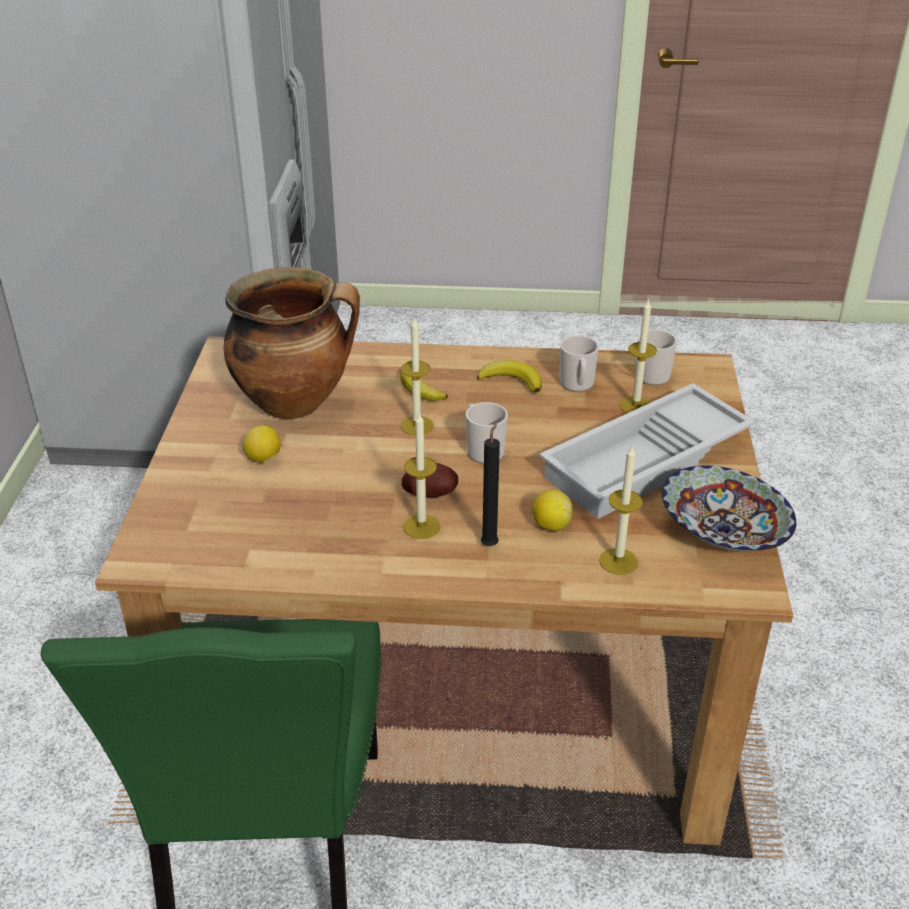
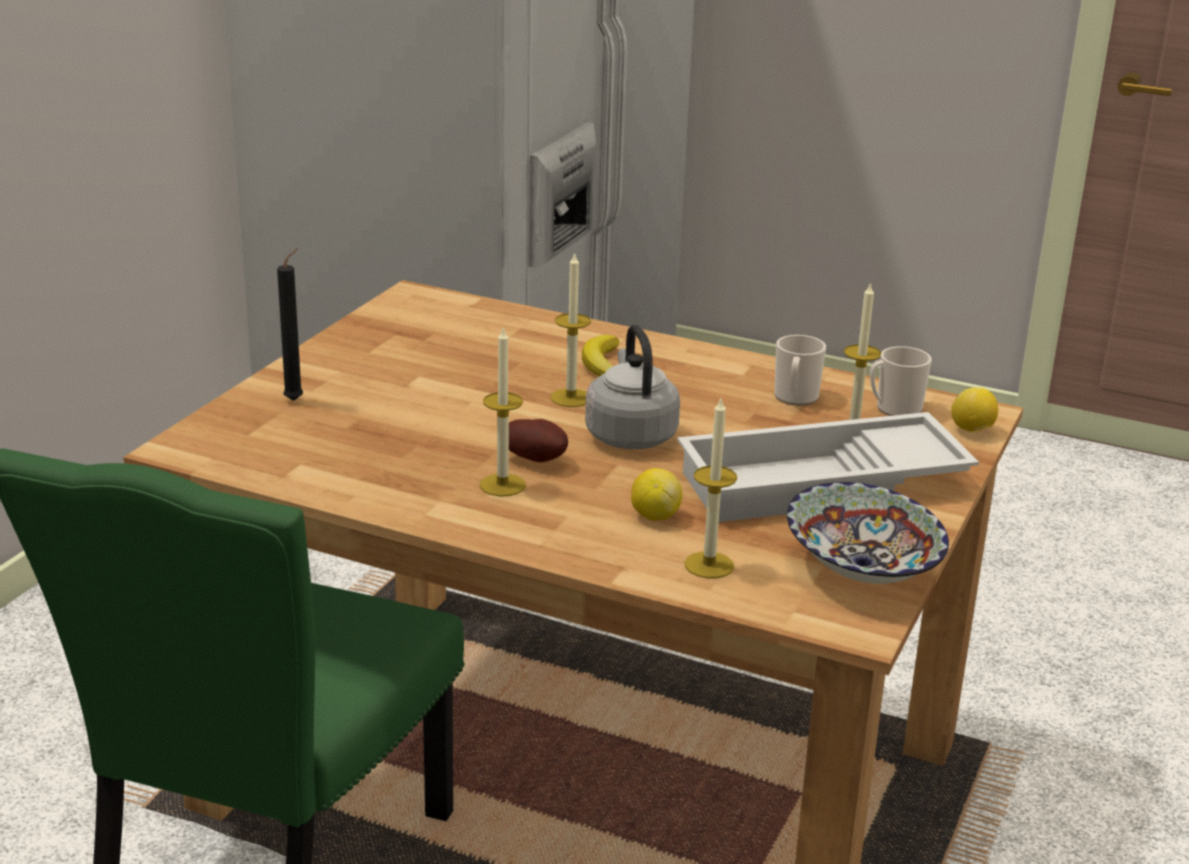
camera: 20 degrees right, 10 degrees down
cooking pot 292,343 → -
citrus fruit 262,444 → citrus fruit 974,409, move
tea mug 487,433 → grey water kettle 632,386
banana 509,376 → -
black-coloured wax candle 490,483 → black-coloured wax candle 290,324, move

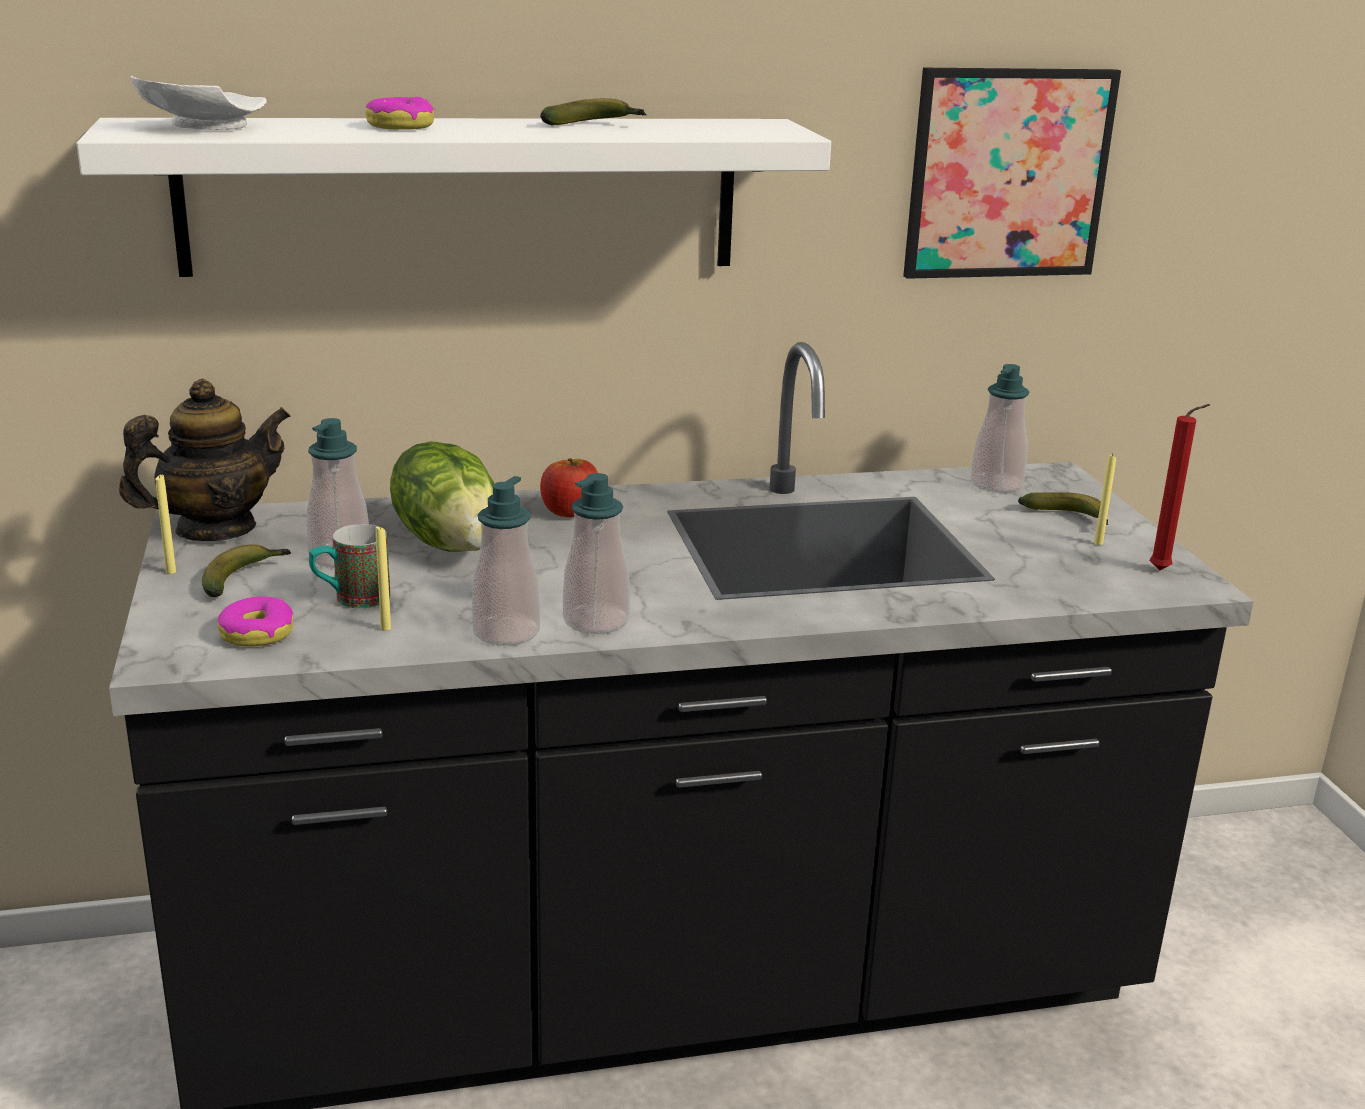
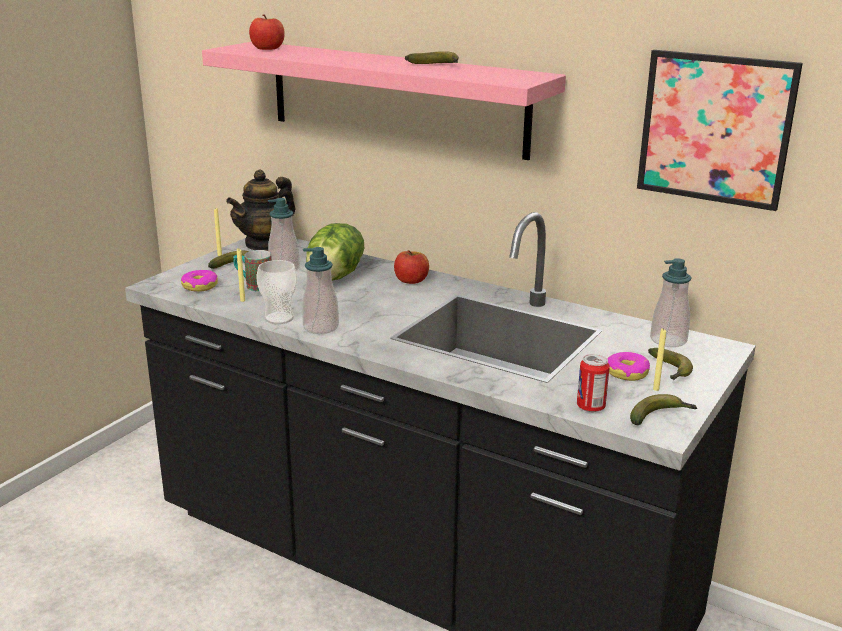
camera: 45 degrees right, 0 degrees up
whitish bracket shelf 453,197 → pink-coloured bracket shelf 384,101
pot for tea 205,460 → pot for tea 261,210, 120 degrees clockwise
whitish flat dish 198,103 → apple 267,32
ring doughnut 399,113 → ring doughnut 628,366, move
liquid soap bottle 506,561 → cup 276,292
reddish wax candle 1180,487 → banana 663,409
- → can 593,383

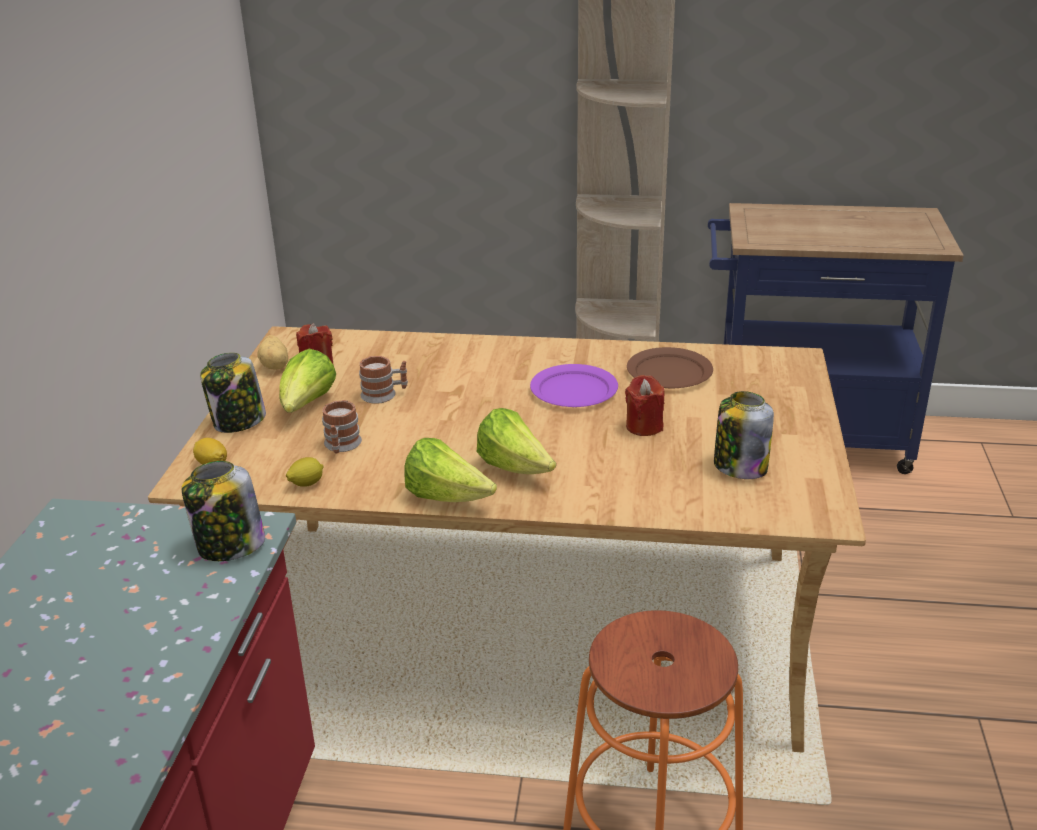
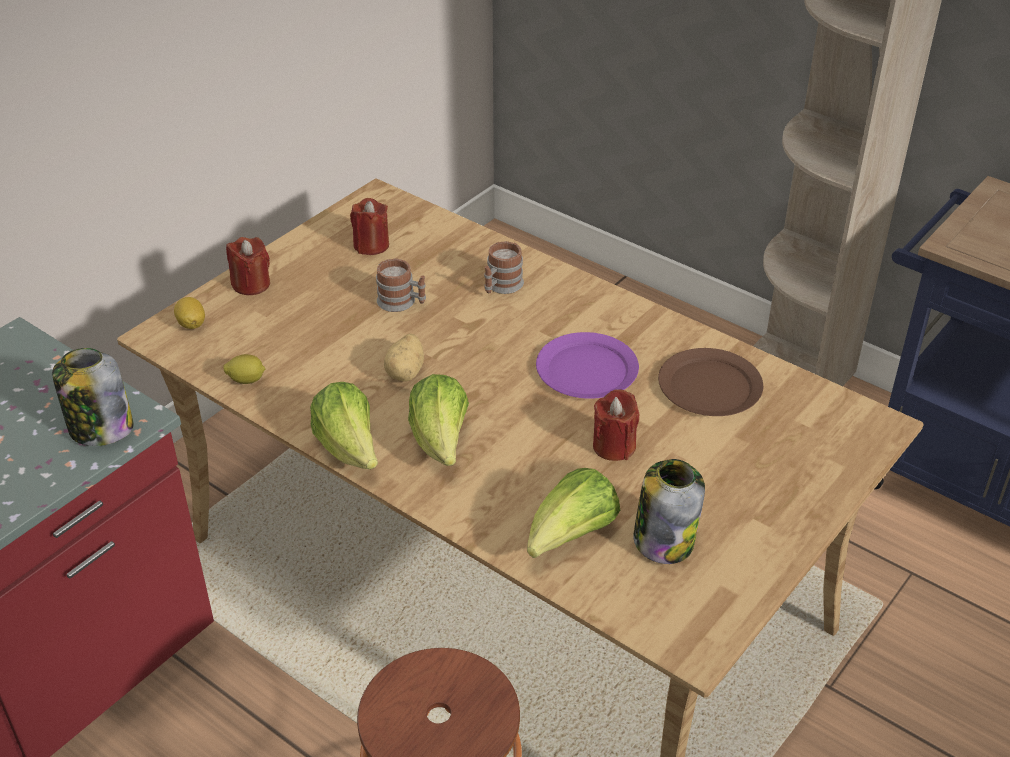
camera: 30 degrees right, 10 degrees up
storage jar 233,392 → reddish wax candle 248,266
whole potato 273,352 → whole potato 404,358, move
head of lettuce 307,381 → head of lettuce 573,513, move
tea mug 342,427 → tea mug 504,267, move

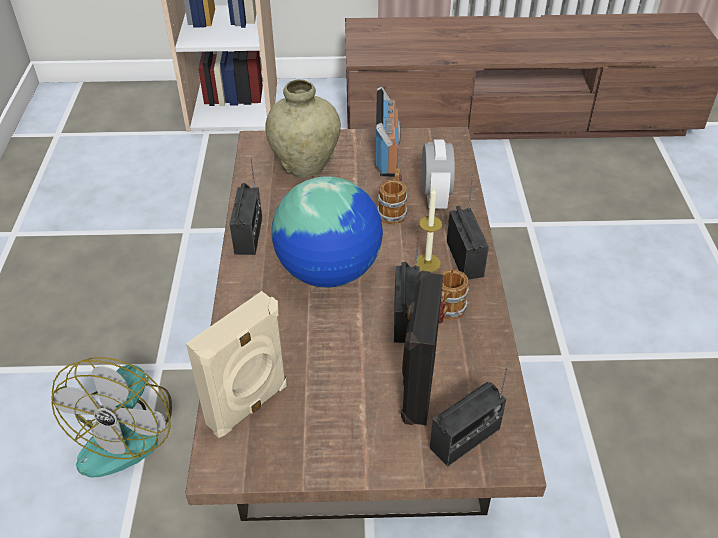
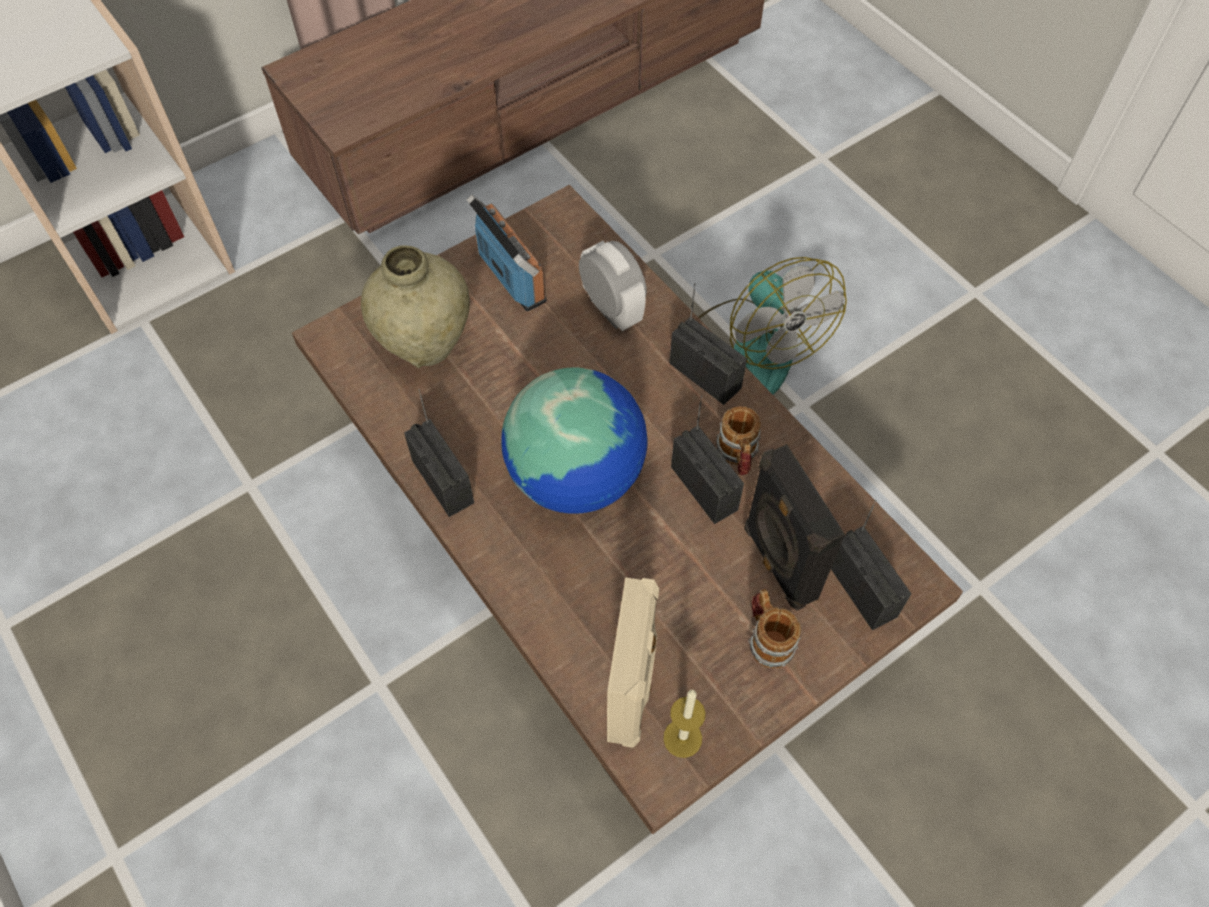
camera: 35 degrees left, 15 degrees up
cooling fan 111,417 → cooling fan 772,326, move
tea mug 392,196 → tea mug 774,629, move
wax candle 429,229 → wax candle 684,724, move
radio receiver 469,414 → radio receiver 871,565, 45 degrees counterclockwise

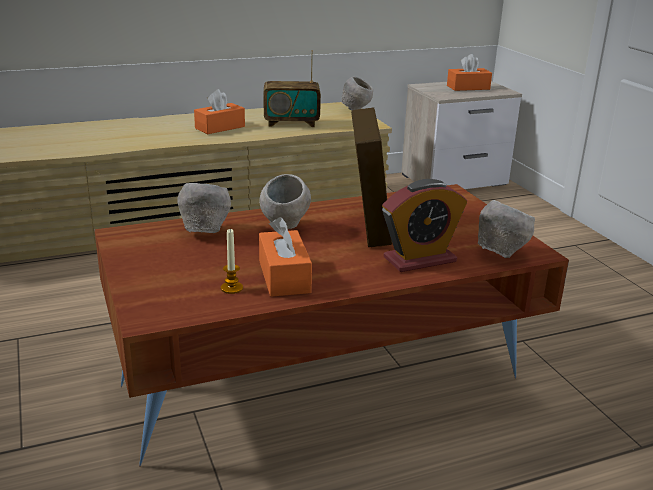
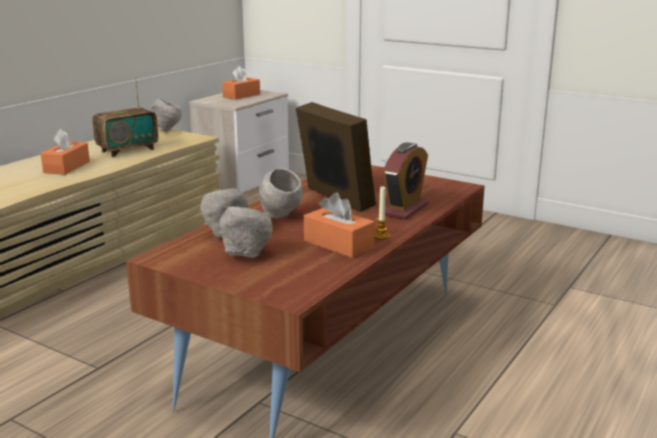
camera: 35 degrees left, 5 degrees down
wax candle 232,261 → wax candle 382,213, move
grey bowl 506,229 → grey bowl 246,232, move

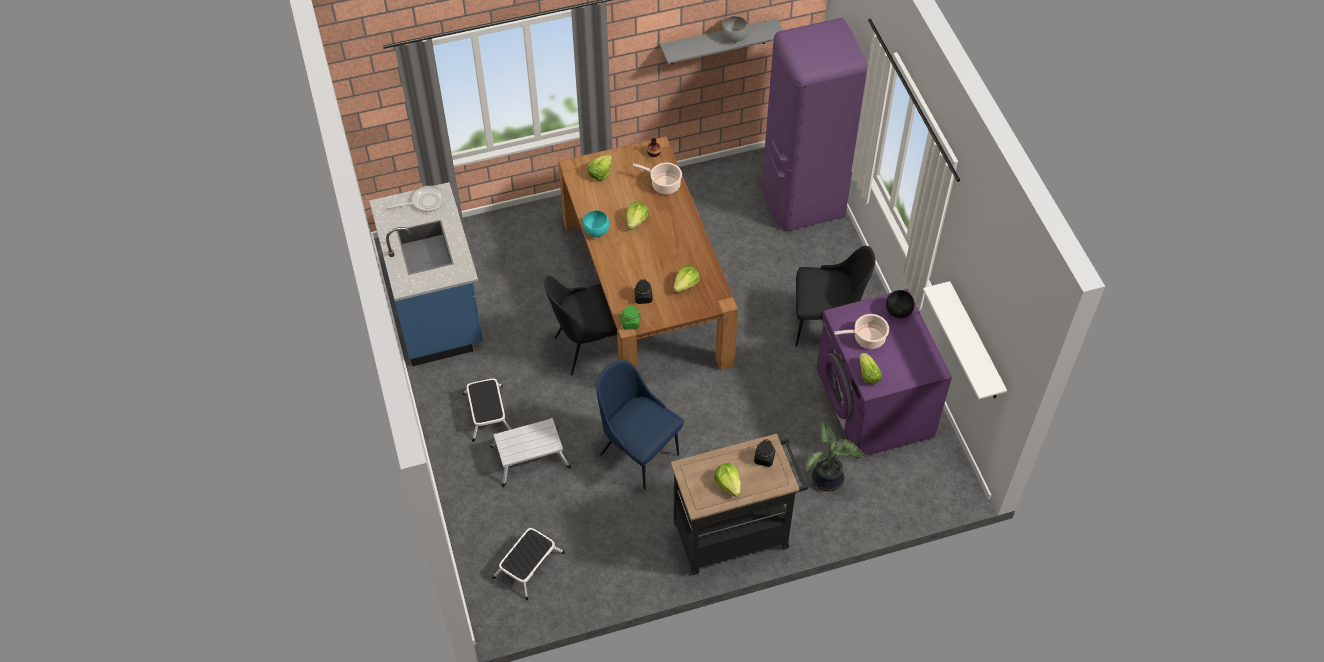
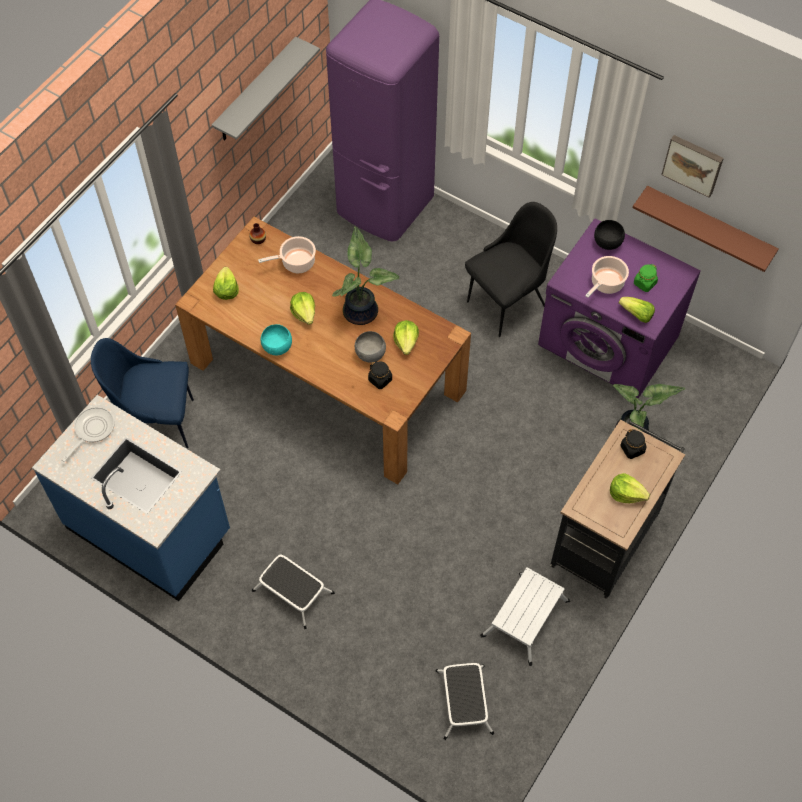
camera: 40 degrees left, 5 degrees up
whitish stepladder 530,452 → whitish stepladder 525,616, move
black-coloured chair 580,326 → -
blue chair 640,424 → blue chair 142,393, move
greenish storage jar 630,318 → greenish storage jar 646,278, move
grey bowl 735,29 → grey bowl 370,347, move
whitish bracket shelf 965,340 → brownish bracket shelf 705,229
- → houseplant 365,275
- → wall picture 692,166

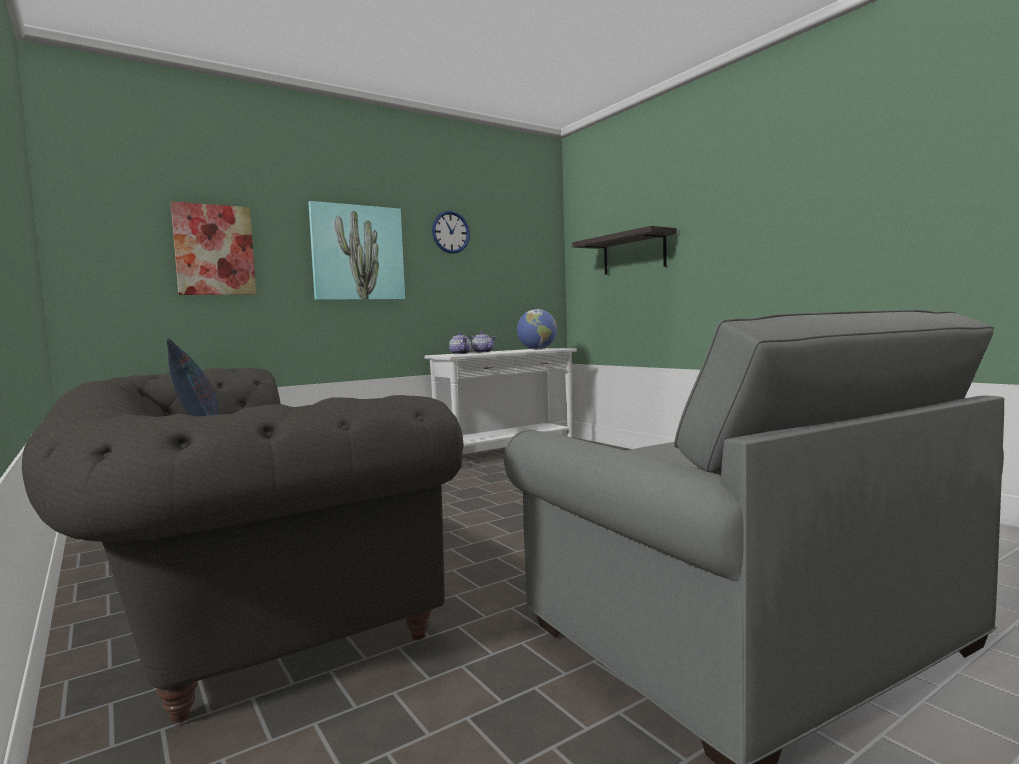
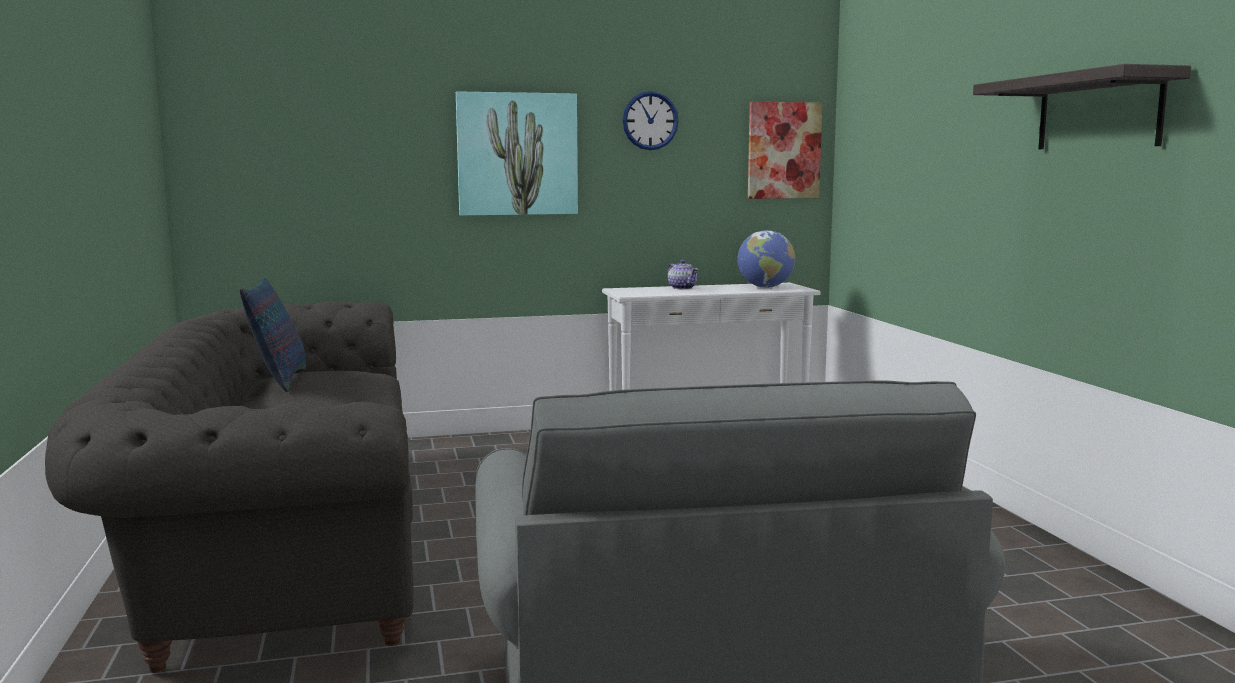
camera: 20 degrees right, 5 degrees up
wall picture 213,248 → wall picture 785,150, move
pot for tea 460,343 → -
bracket shelf 624,250 → bracket shelf 1082,106, move

